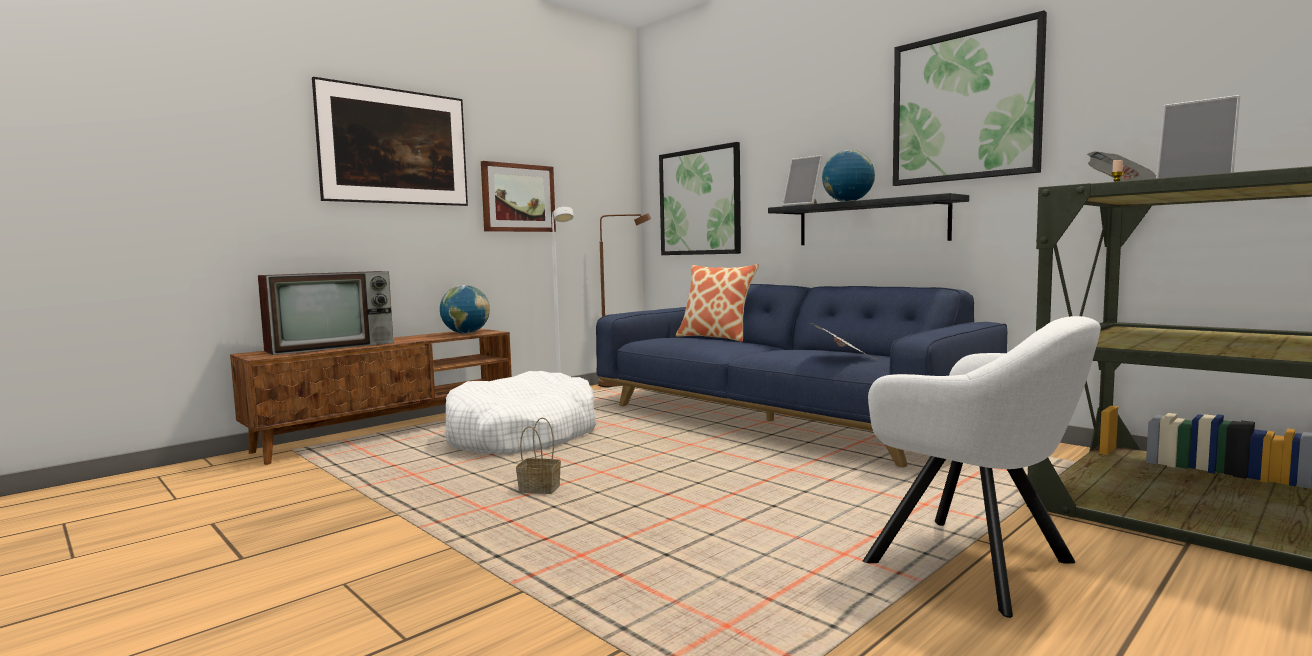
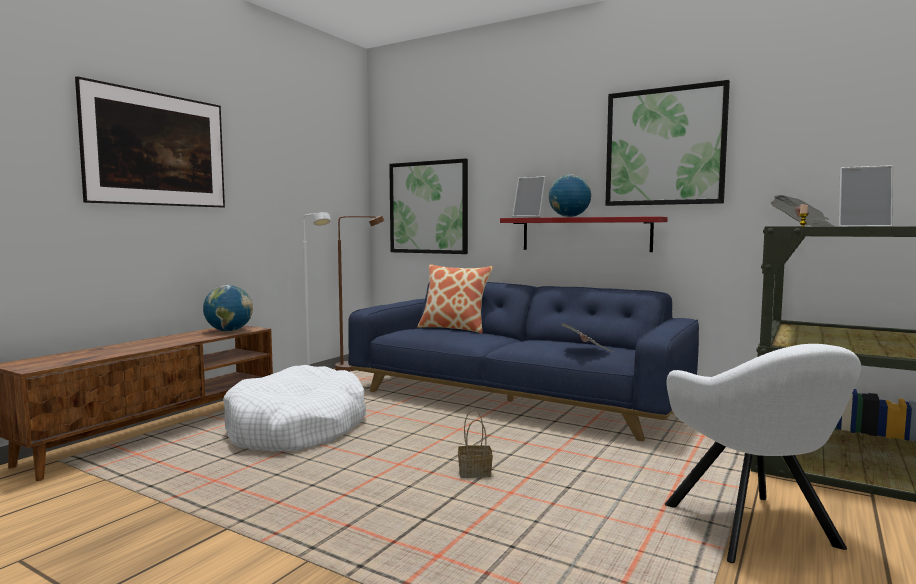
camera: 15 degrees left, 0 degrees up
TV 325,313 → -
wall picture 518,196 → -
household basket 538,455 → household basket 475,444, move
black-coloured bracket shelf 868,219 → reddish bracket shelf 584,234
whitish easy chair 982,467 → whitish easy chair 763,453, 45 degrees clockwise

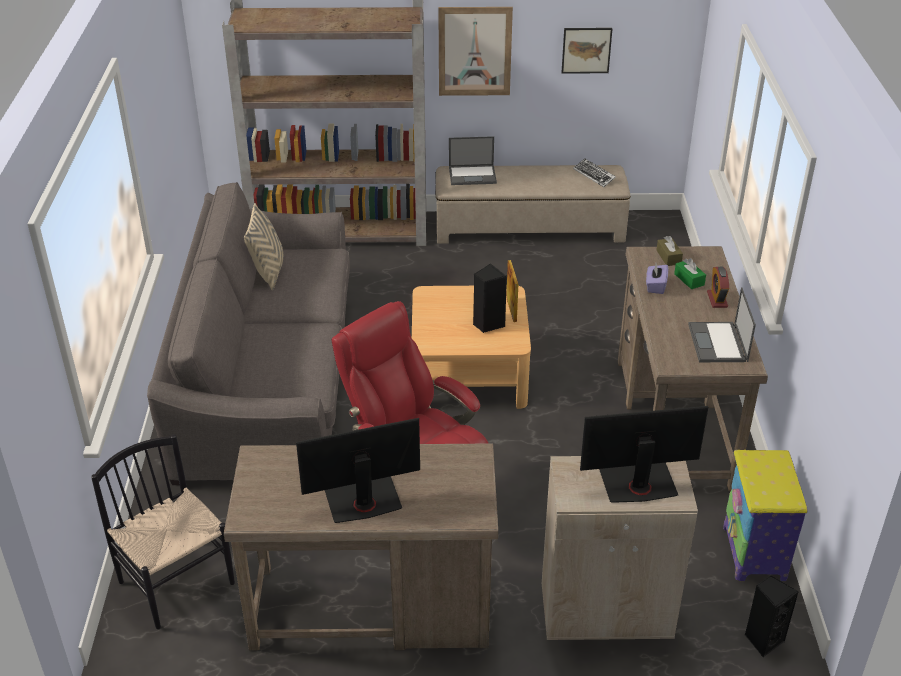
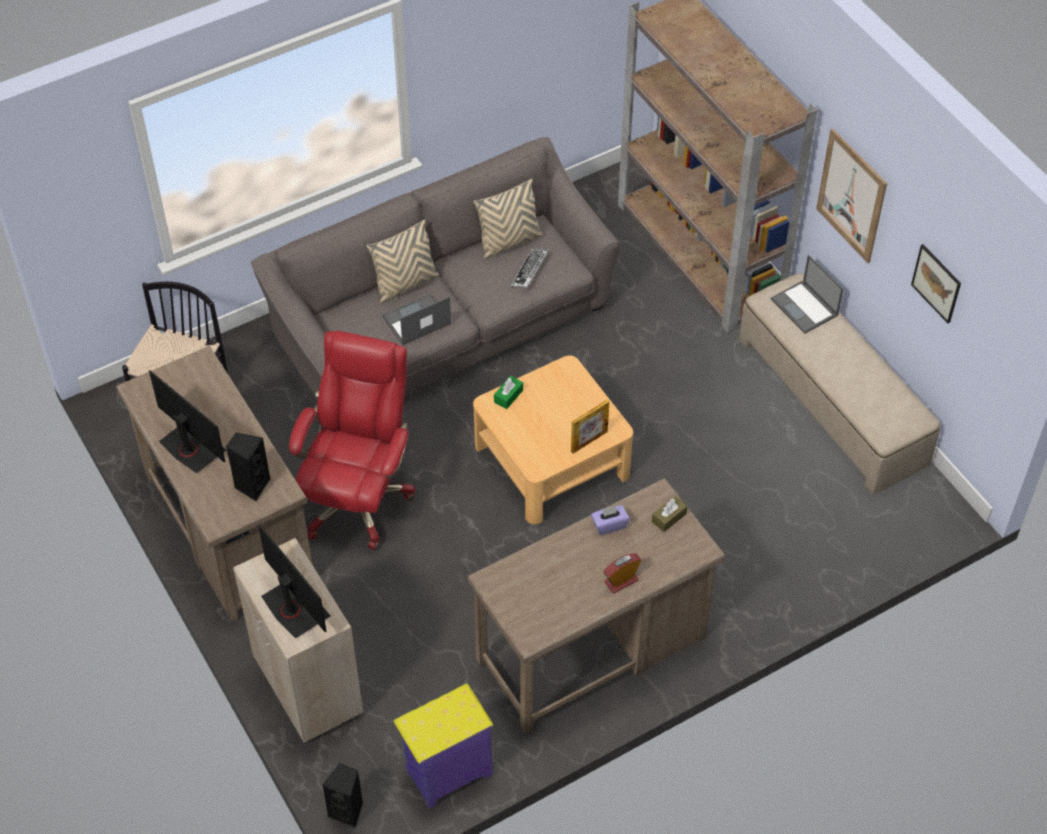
camera: 60 degrees right, 15 degrees up
black-coloured loudspeaker 490,298 → black-coloured loudspeaker 248,467, move
computer keyboard 594,172 → computer keyboard 530,267, move
greenish tissue holder 690,273 → greenish tissue holder 508,392, move
laptop 722,324 → laptop 416,319, move
- → sand-coloured throw pillow 402,261

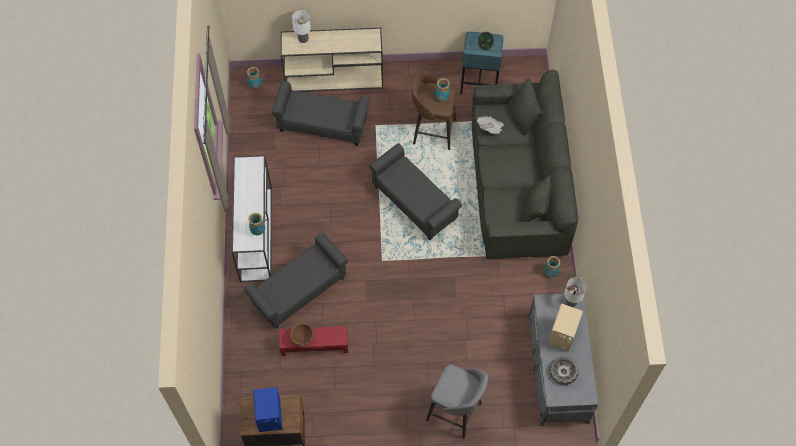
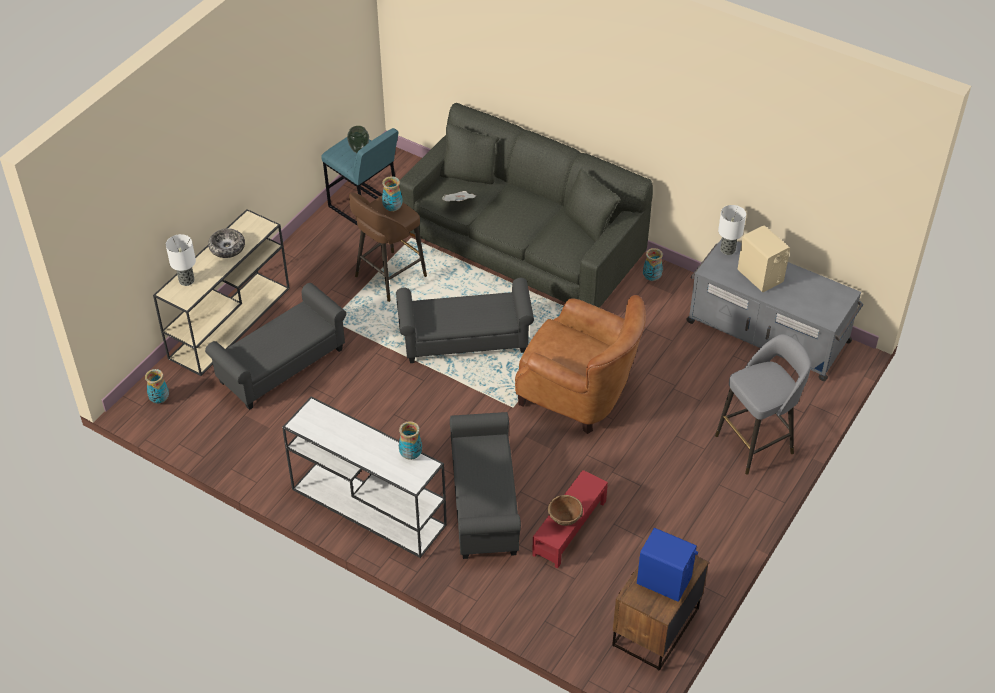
camera: 55 degrees left, 15 degrees down
bowl 564,371 → bowl 226,243, move
- → brownish easy chair 580,364

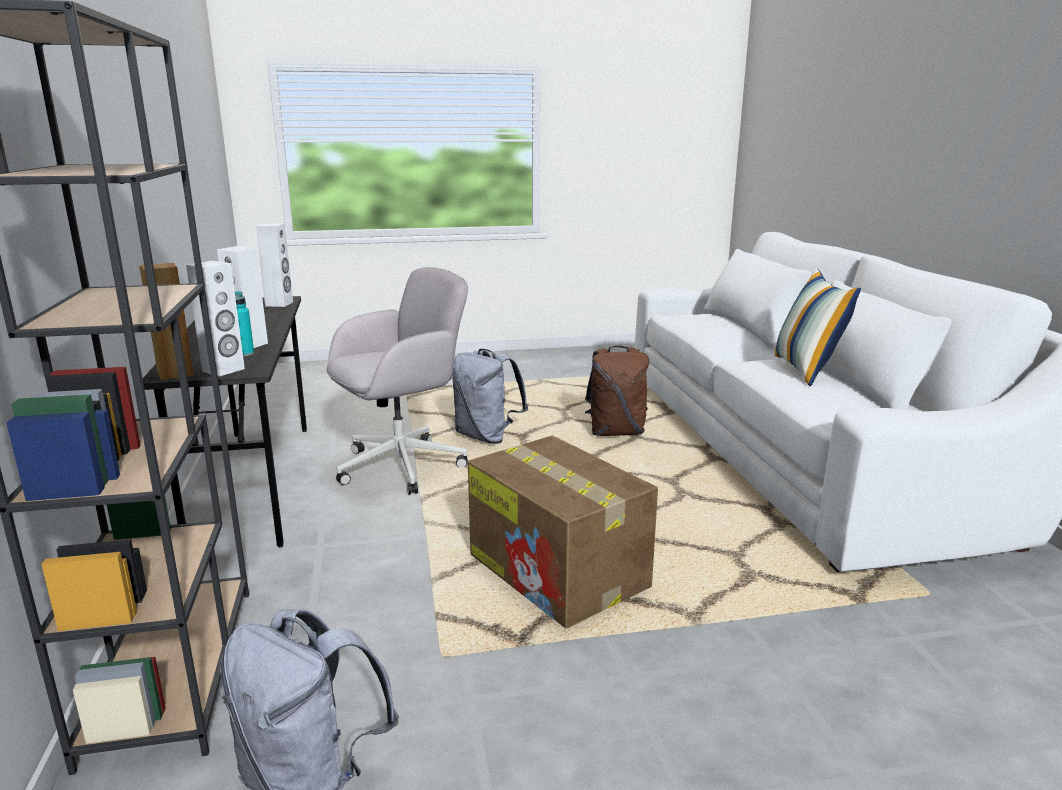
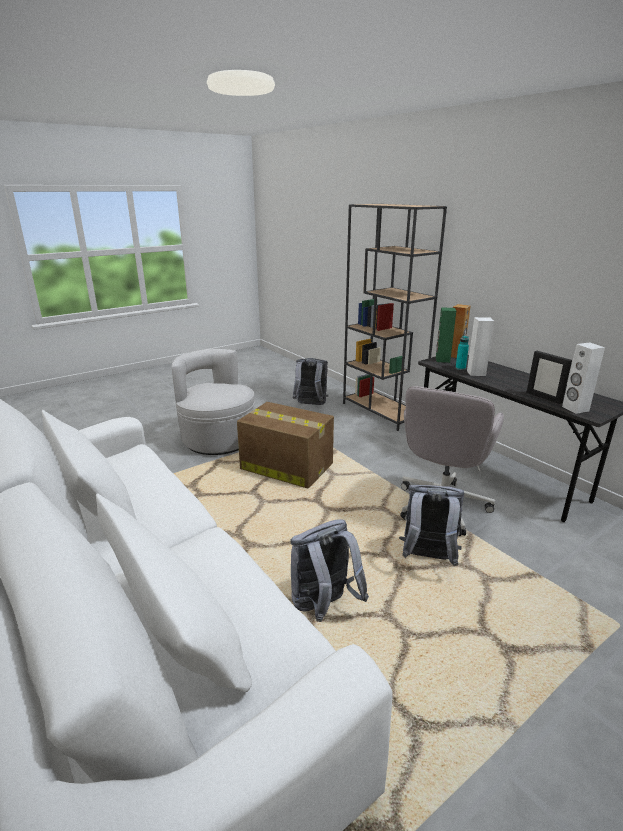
camera: 155 degrees right, 5 degrees up
whitish loudspeaker 215,319 → greenish loudspeaker 446,335
brownish rucksack 617,391 → grey rucksack 329,570
throw pillow 817,327 → -
- → whitish easy chair 213,402
- → picture frame 549,377

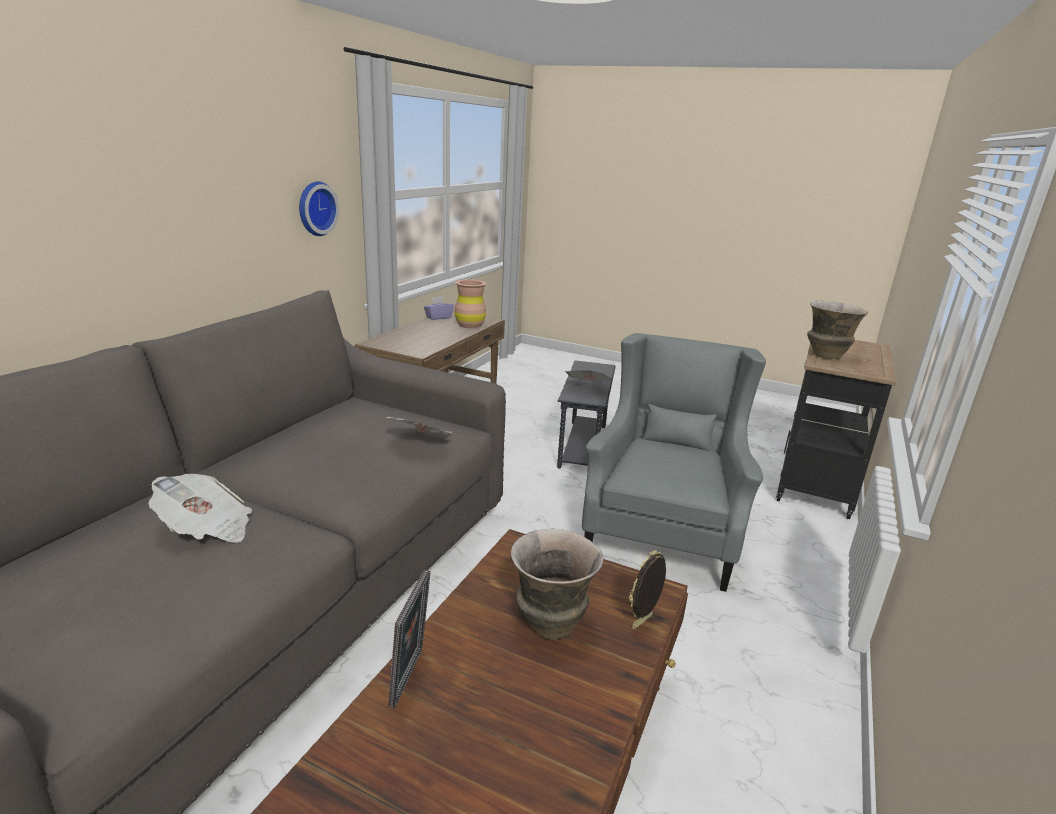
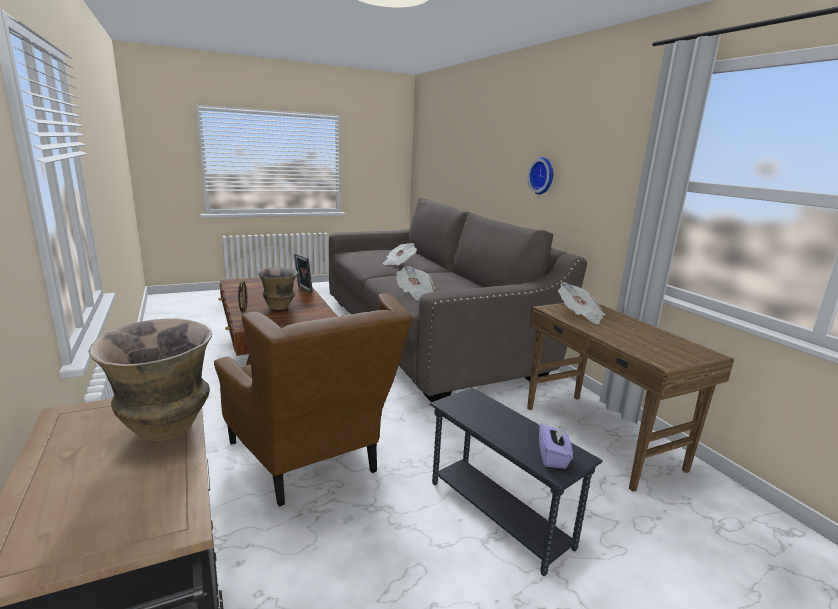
camera: 130 degrees right, 5 degrees down
hanging clock 319,208 → hanging clock 540,175, move
purplish tissue holder 439,308 → purplish tissue holder 556,446, move
brownish flower vase 471,303 → -
printed paper 587,375 → printed paper 581,303, move
grey easy chair 674,462 → brownish easy chair 313,400

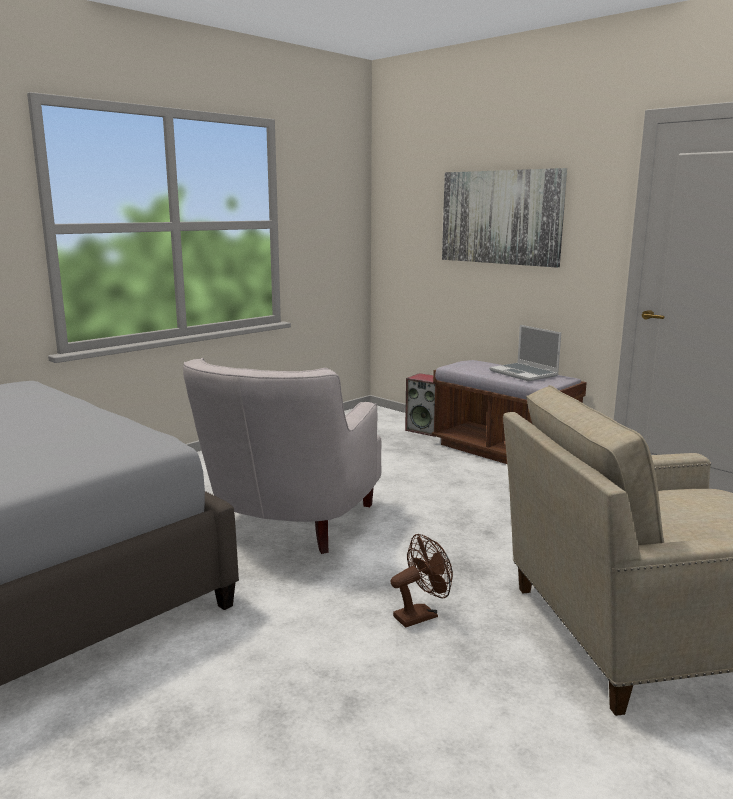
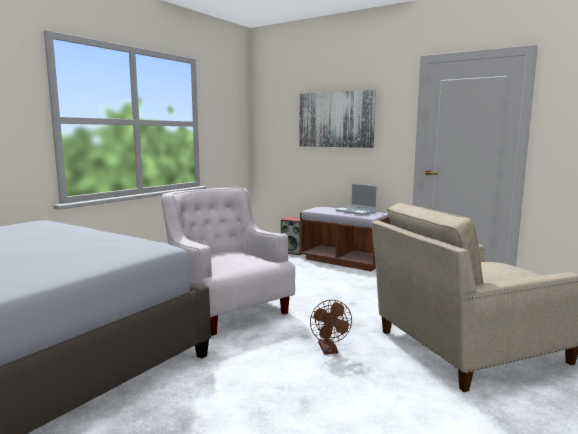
camera: 10 degrees left, 5 degrees down
whitish easy chair 282,456 → whitish easy chair 228,262, 135 degrees clockwise
brownish cooling fan 421,580 → brownish cooling fan 331,327, 120 degrees clockwise

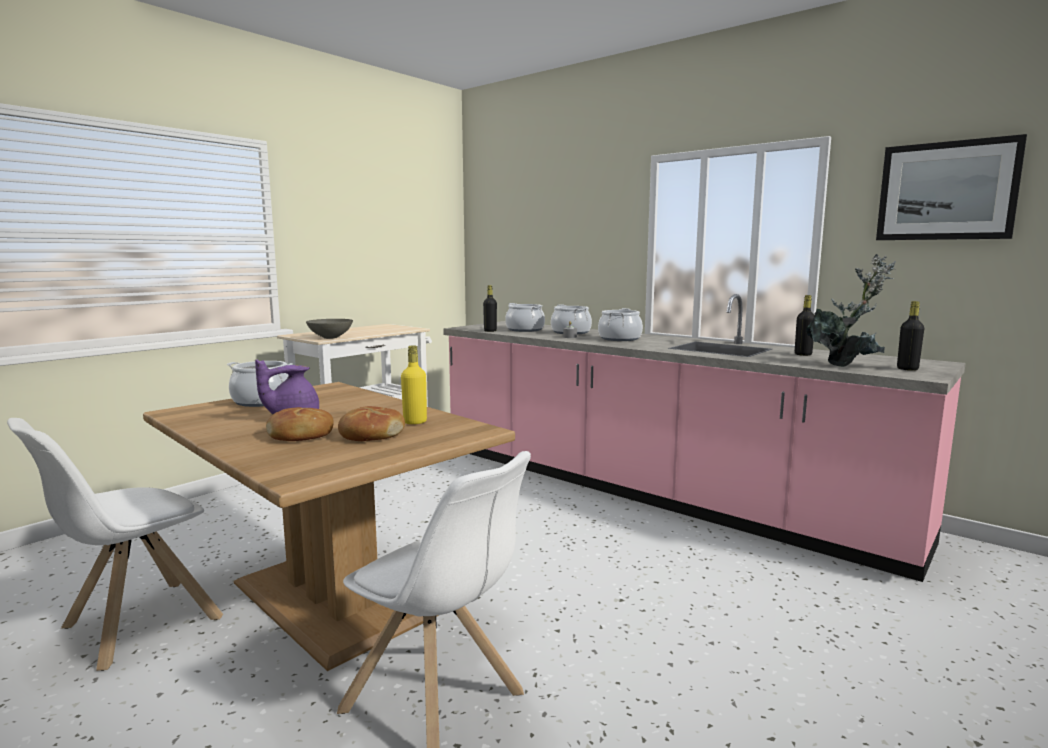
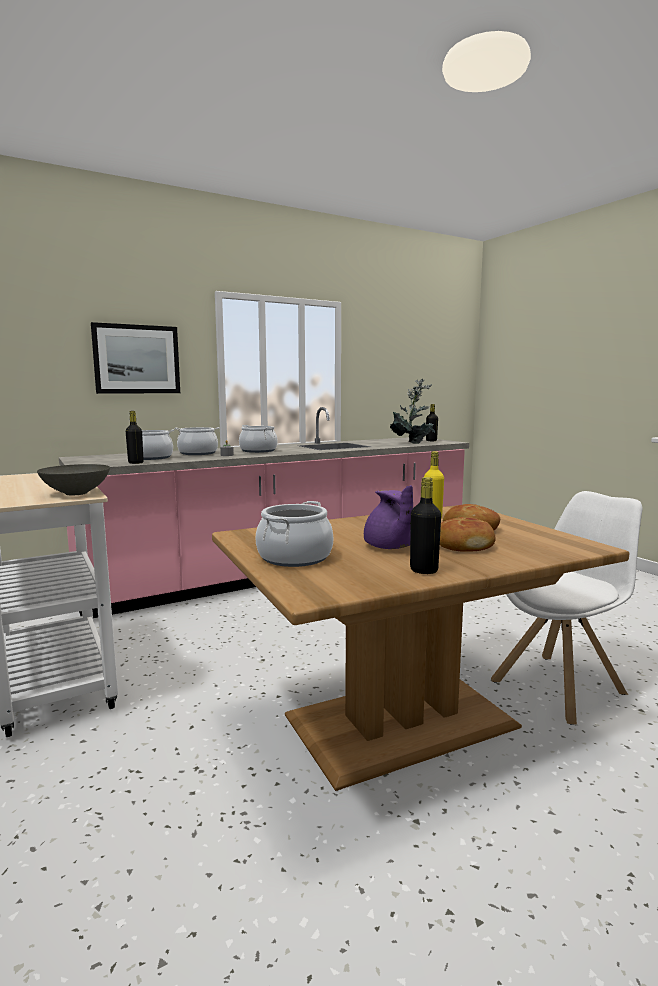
camera: 70 degrees left, 0 degrees up
whitish chair 115,544 → -
black-coloured drink bottle 804,325 → black-coloured drink bottle 425,525, move
wall picture 951,187 → wall picture 135,358, move

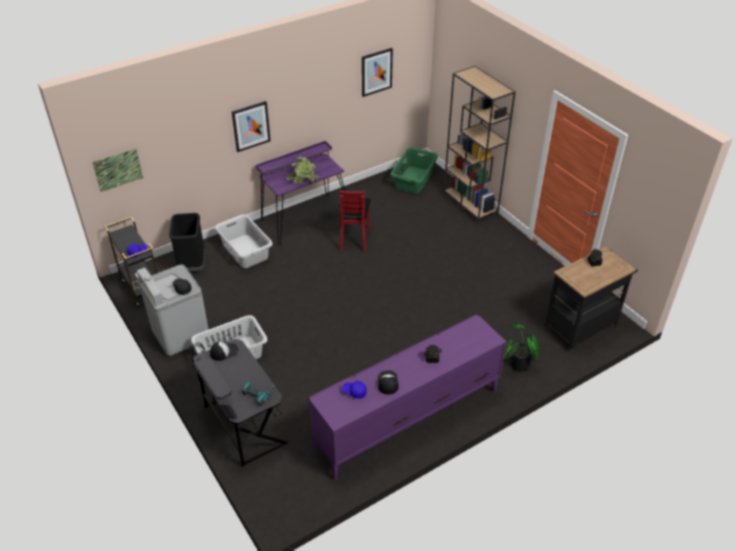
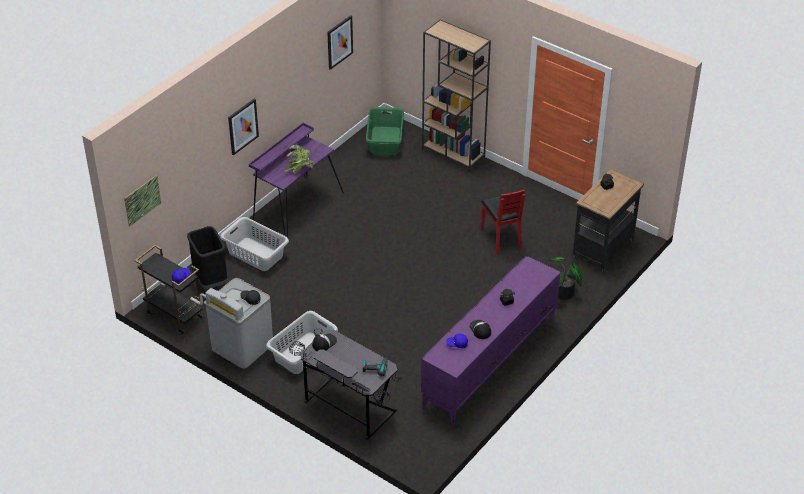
camera: 20 degrees left, 0 degrees up
reddish chair 355,221 → reddish chair 503,222, move

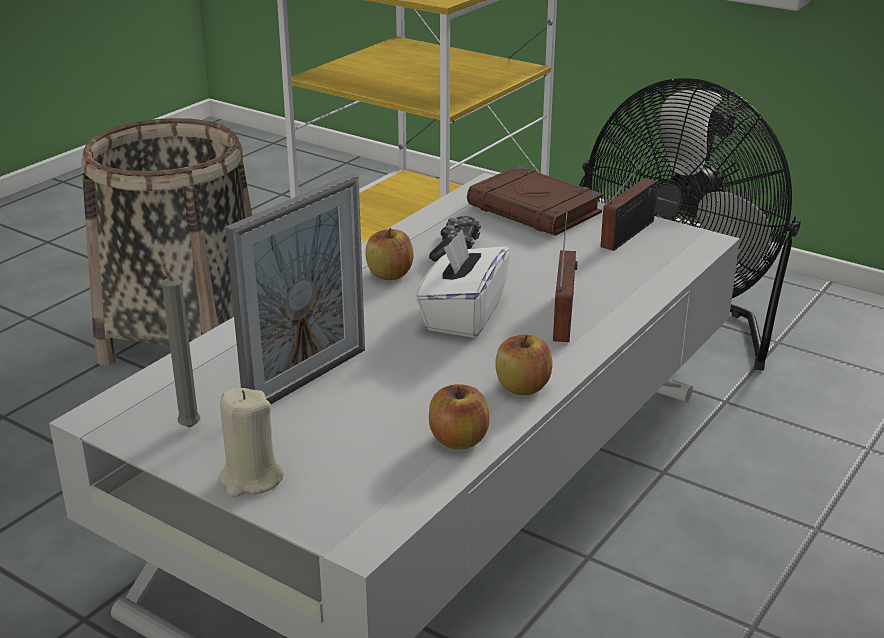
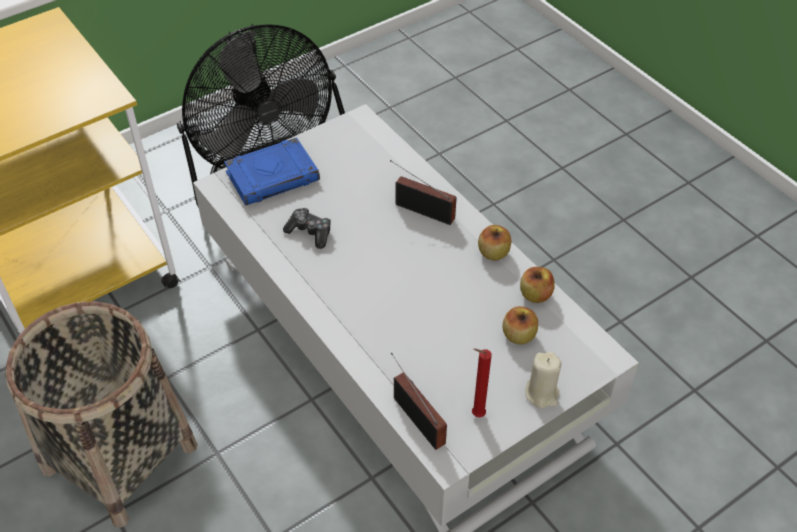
camera: 70 degrees left, 20 degrees up
grey wax candle 181,341 → reddish wax candle 482,382
picture frame 295,288 → -
apple 389,254 → apple 520,325, move
whitish tissue holder 462,283 → -
brownish bound book 535,201 → blue bound book 272,171
radio receiver 629,197 → radio receiver 419,401, move

